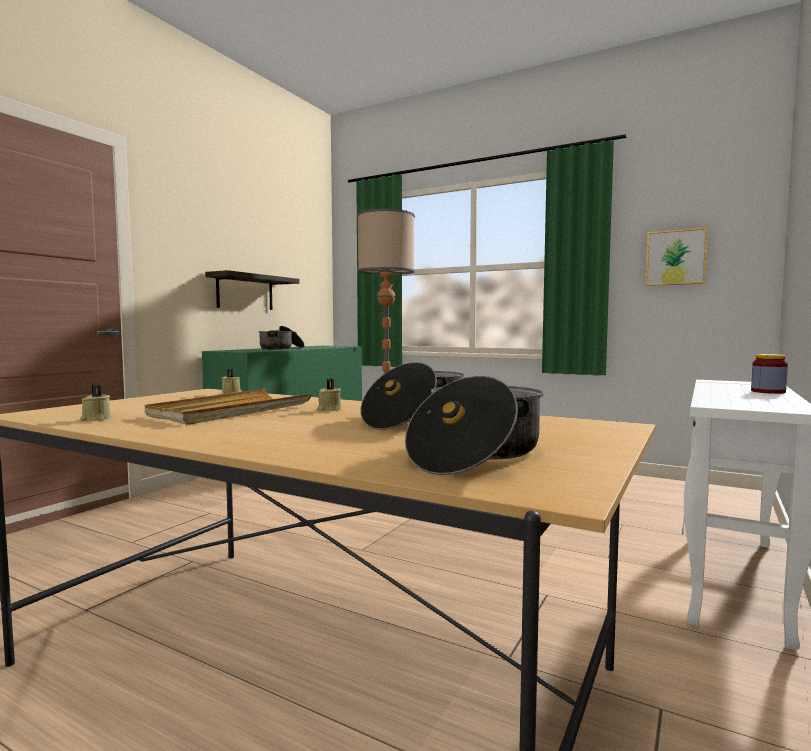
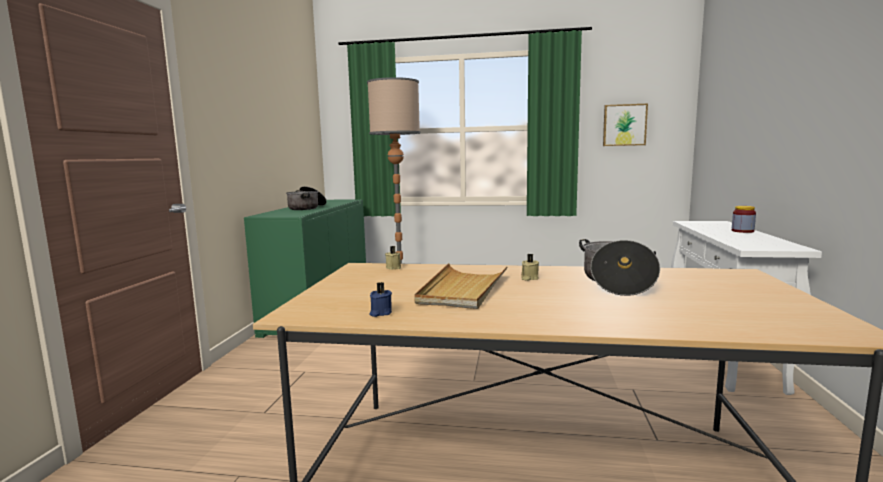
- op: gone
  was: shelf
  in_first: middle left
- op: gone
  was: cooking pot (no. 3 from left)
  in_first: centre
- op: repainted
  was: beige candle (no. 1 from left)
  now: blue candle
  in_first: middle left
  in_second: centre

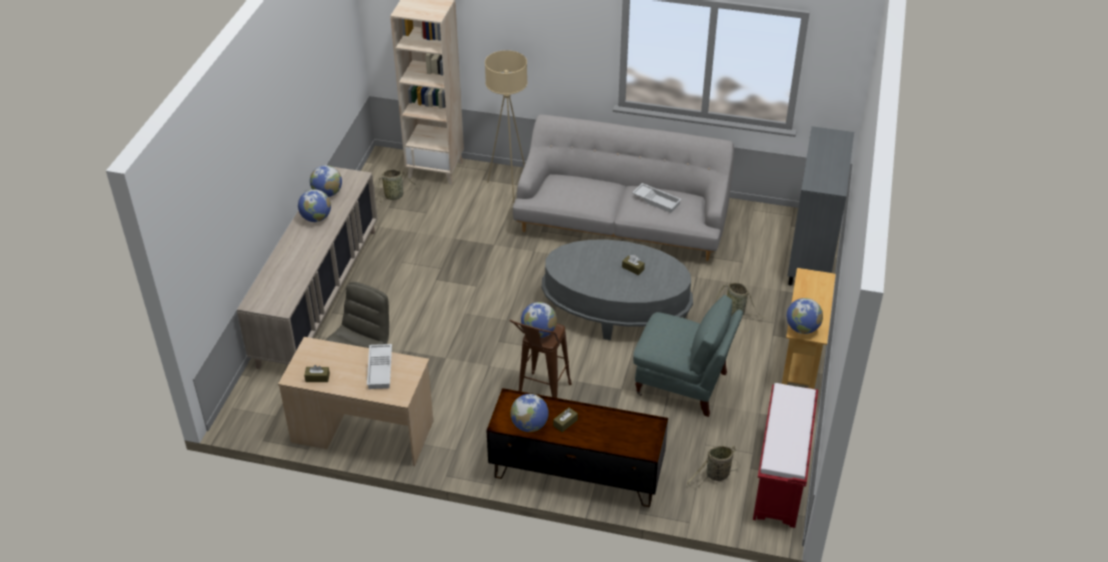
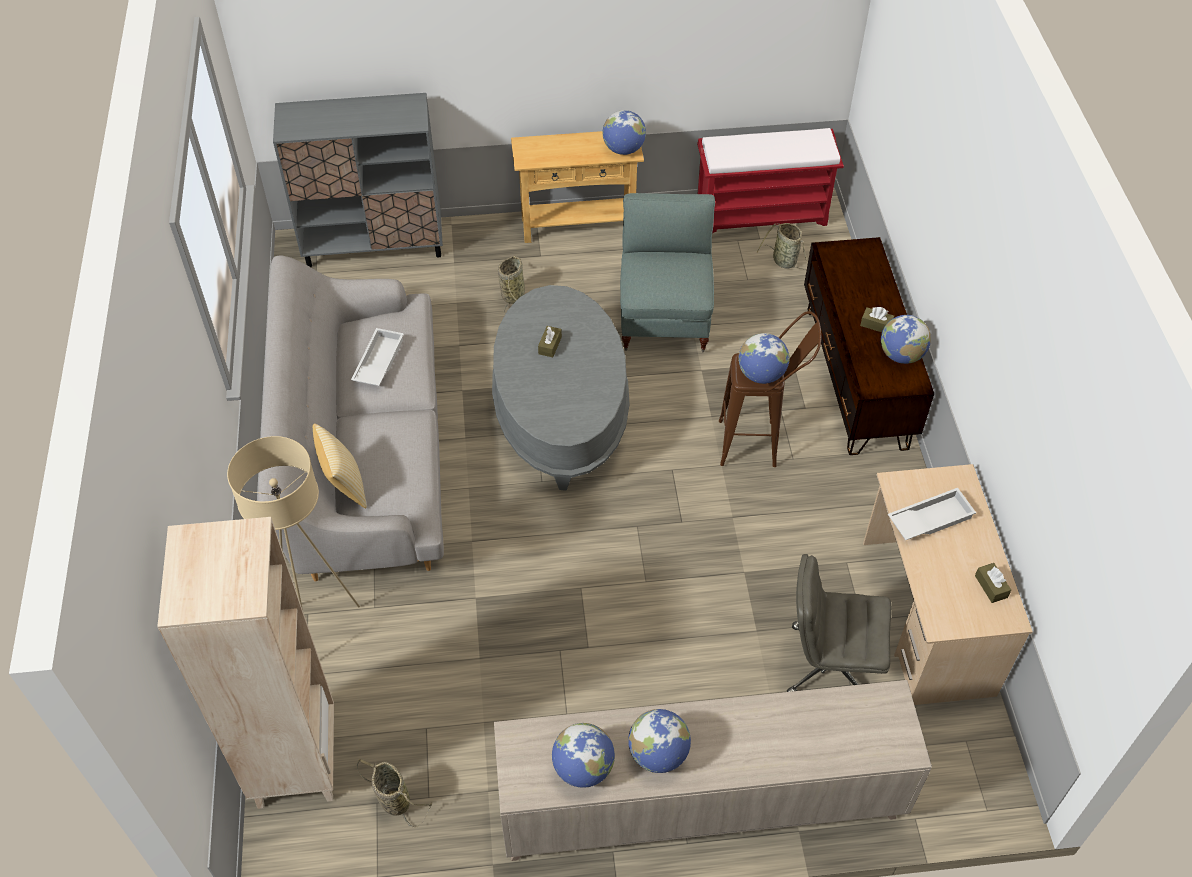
- op: new
  now: pillow
  in_second: middle left

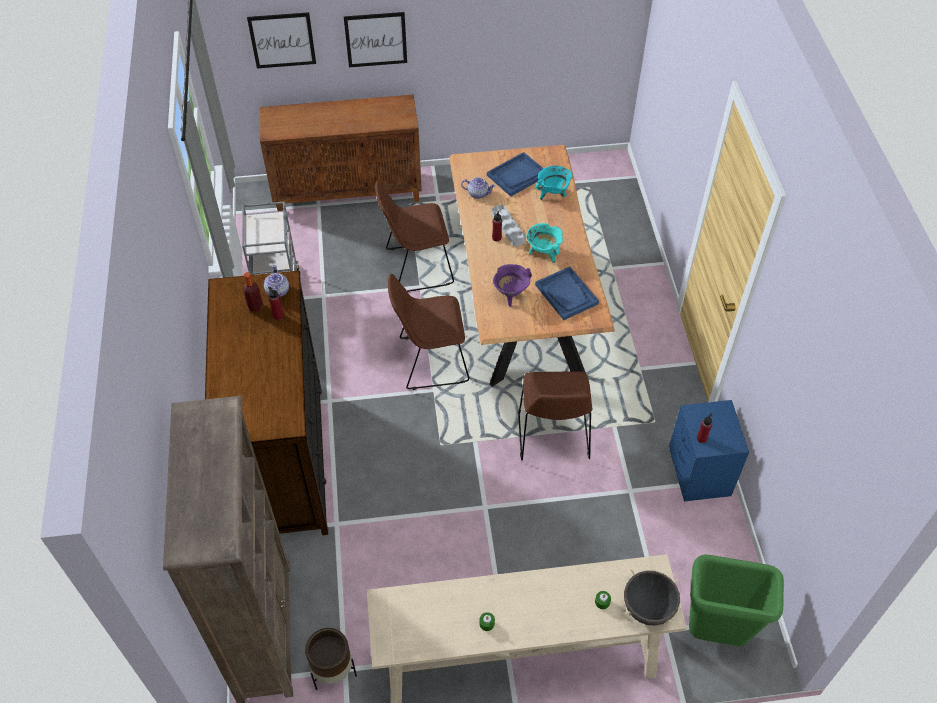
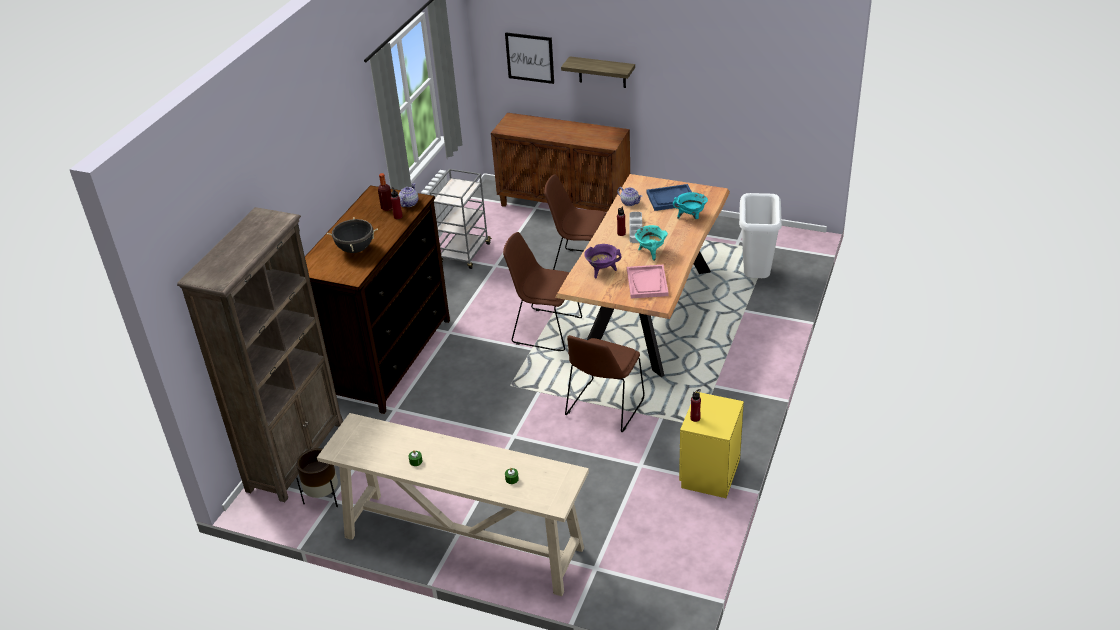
- op: gone
  was: green trash can
  in_first: bottom right
- op: new
  now: white trash can
  in_second: middle right
- op: shifted
  was: black cooking pot
  in_first: bottom right
  in_second: middle left
- op: swapped
  was: picture (no. 2 from left)
  now: shelf
  in_first: top centre
  in_second: top centre
- op: repainted
  was: blue tray (no. 2 from left)
  now: pink tray
  in_first: centre
  in_second: centre
- op: repainted
  was: blue nightstand
  now: yellow nightstand
  in_first: middle right
  in_second: bottom centre

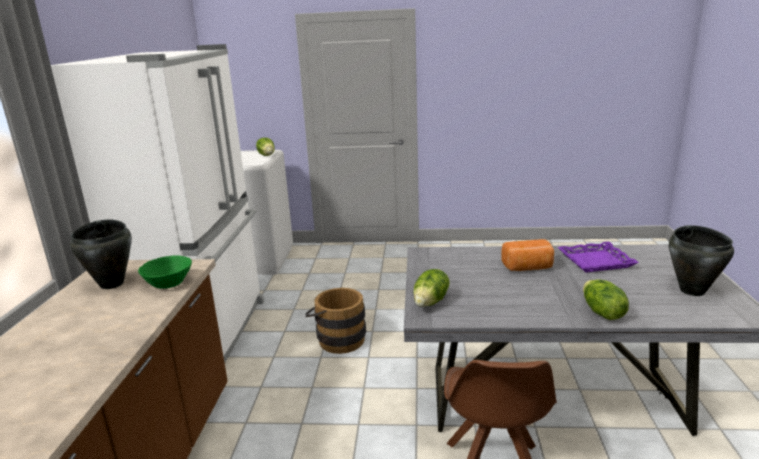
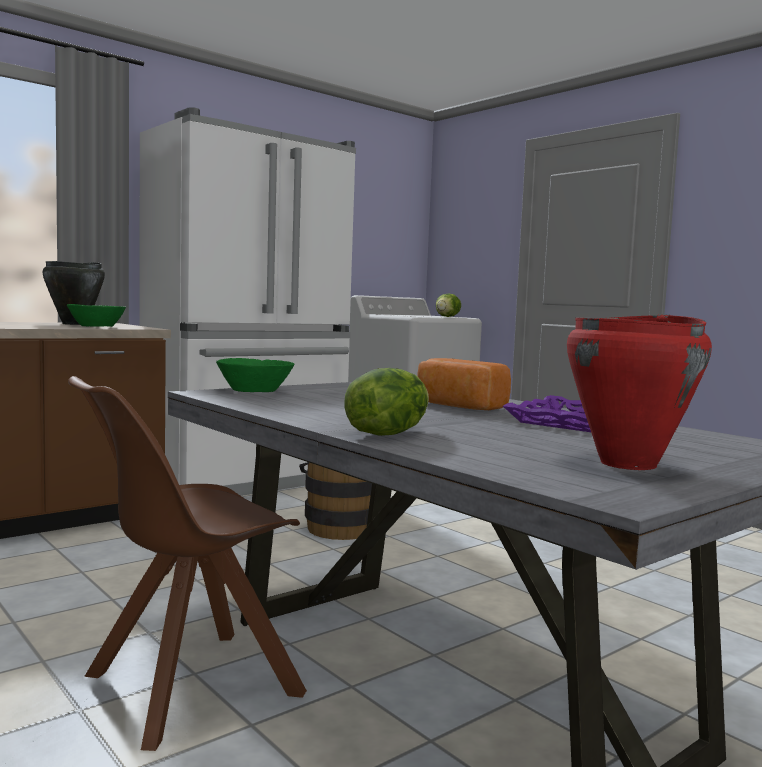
- op: swapped
  was: lettuce (no. 2 from left)
  now: green bowl (no. 2 from left)
  in_first: centre
  in_second: centre
- op: repainted
  was: black cooking pot (no. 2 from left)
  now: red cooking pot
  in_first: middle right
  in_second: middle right

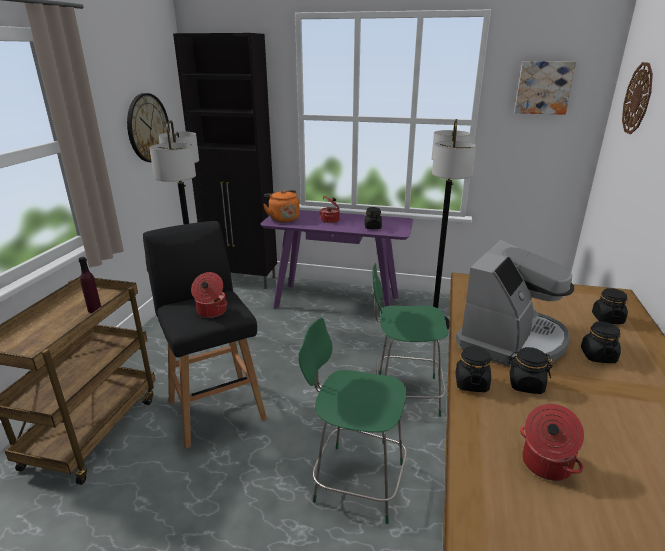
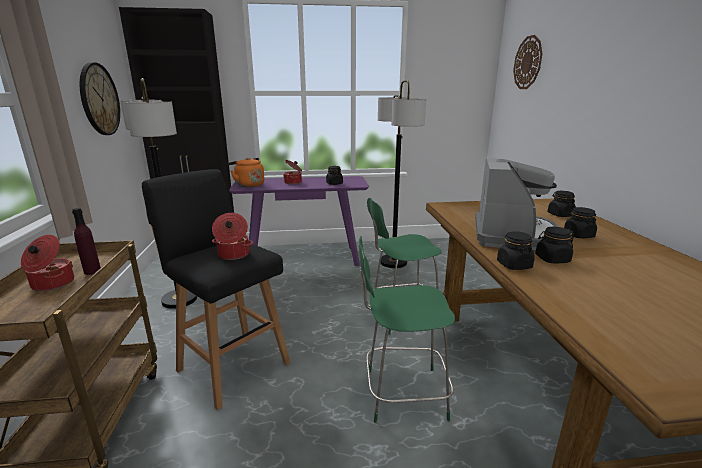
- op: gone
  was: picture
  in_first: top right
- op: shifted
  was: cooking pot (no. 3 from left in the first image)
  now: cooking pot (no. 1 from left)
  in_first: bottom right
  in_second: middle left

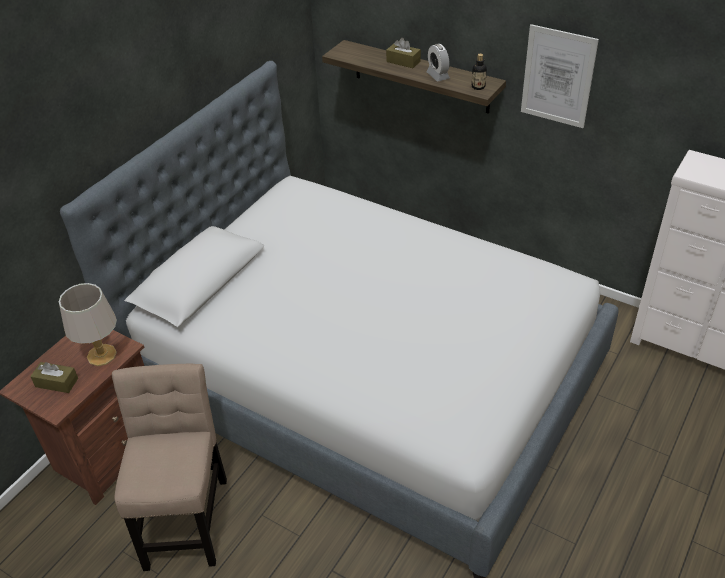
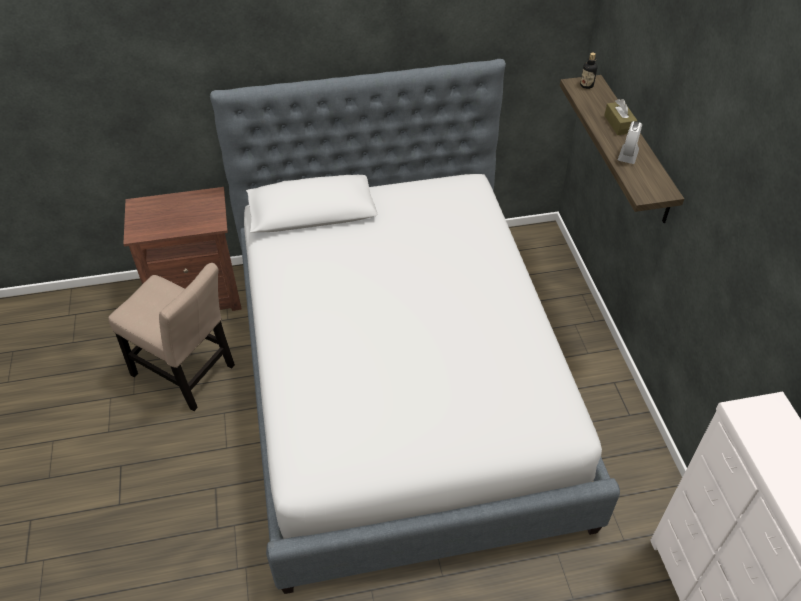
- op: gone
  was: brown tissue box (no. 1 from left)
  in_first: middle left
- op: gone
  was: grey table lamp
  in_first: middle left
- op: gone
  was: picture
  in_first: top right
- op: shifted
  was: bottle
  in_first: top centre
  in_second: top right
- op: rotated
  was: beige chair
  in_first: bottom left
  in_second: middle left
  clockwise: 75

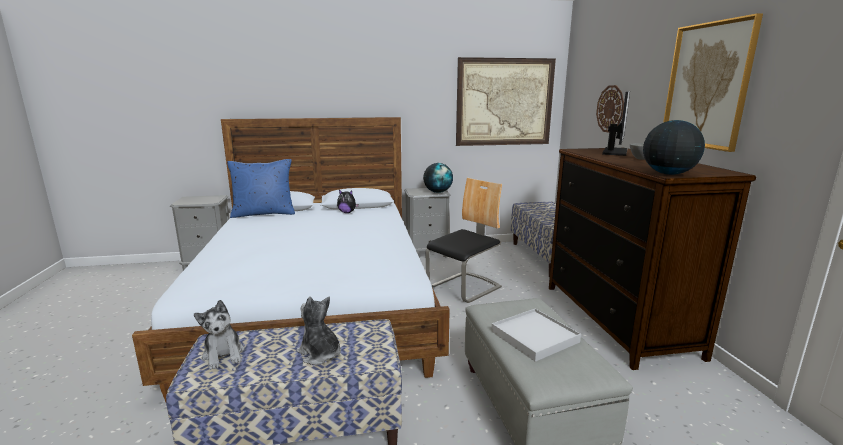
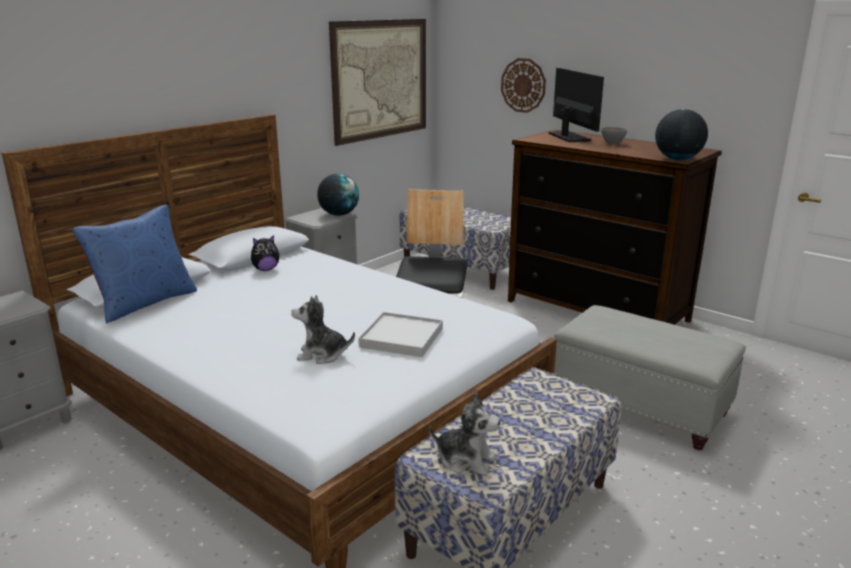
- op: gone
  was: picture (no. 2 from left)
  in_first: top right
- op: shifted
  was: plush toy (no. 2 from left)
  in_first: bottom centre
  in_second: centre
- op: shifted
  was: white tray
  in_first: bottom centre
  in_second: centre

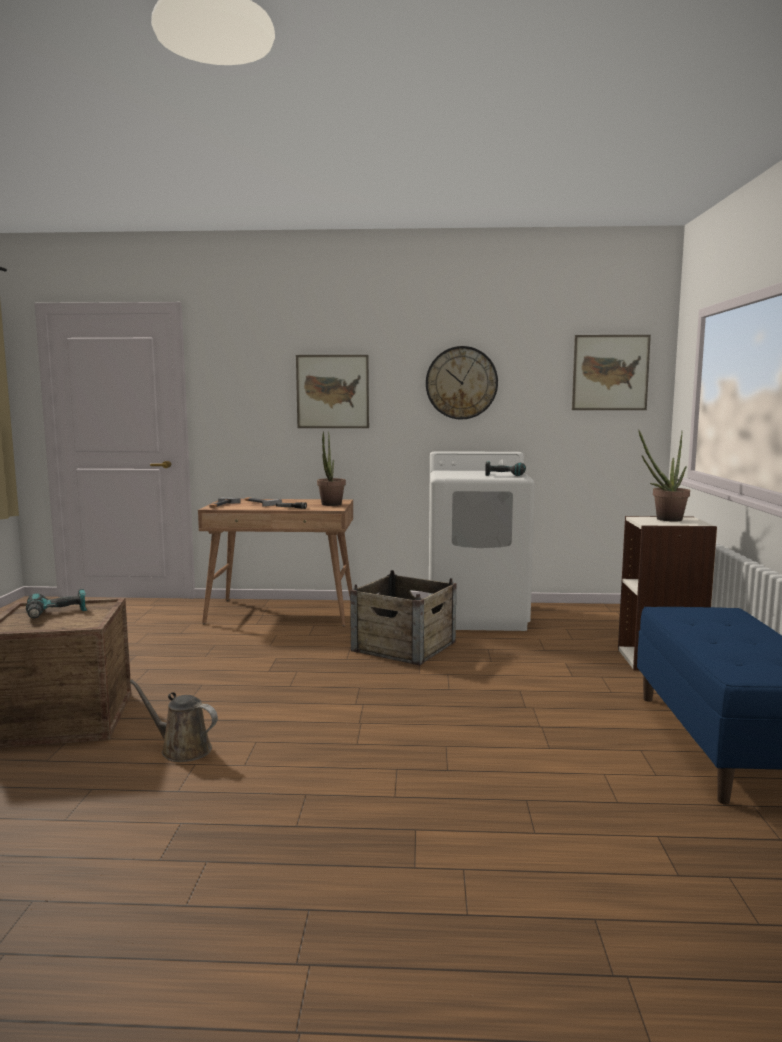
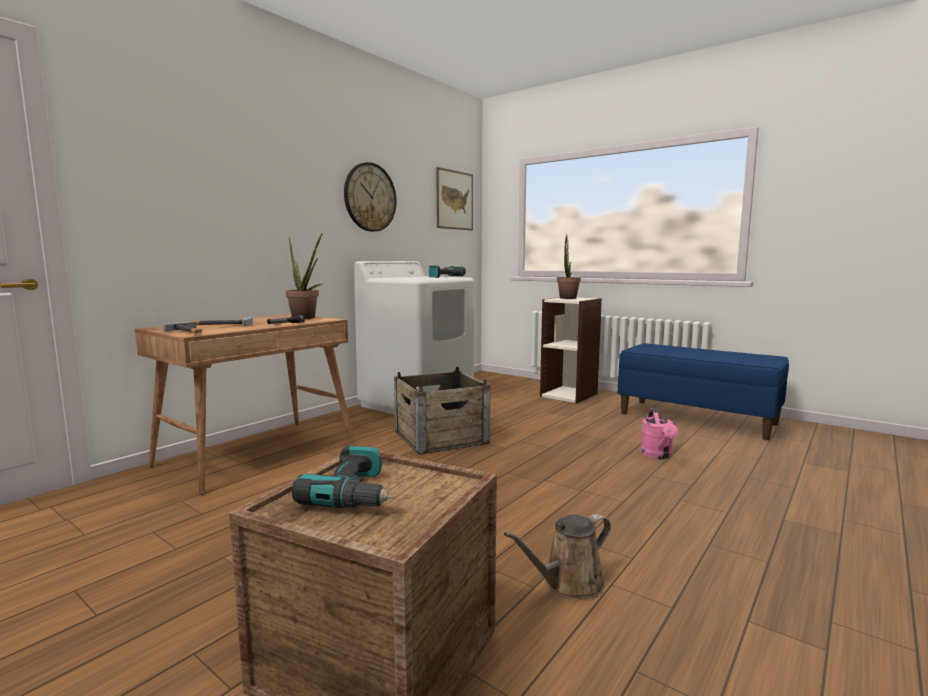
- op: gone
  was: picture (no. 1 from left)
  in_first: centre
- op: new
  now: pink watering can
  in_second: middle right

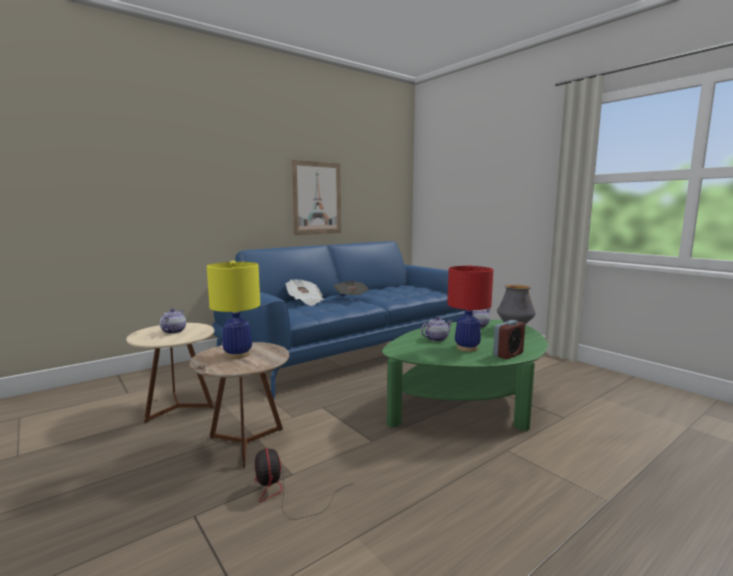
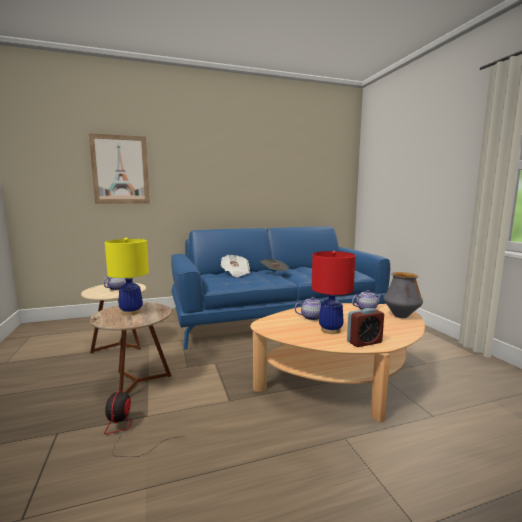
- op: shifted
  was: picture
  in_first: centre
  in_second: top left
- op: repainted
  was: green coffee table
  now: beige coffee table
  in_first: centre
  in_second: bottom centre

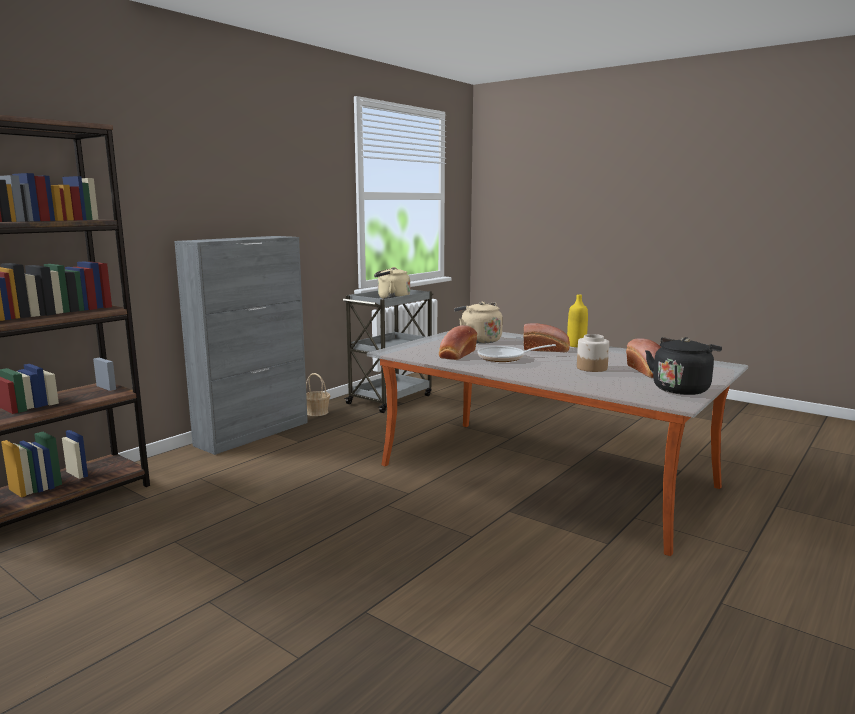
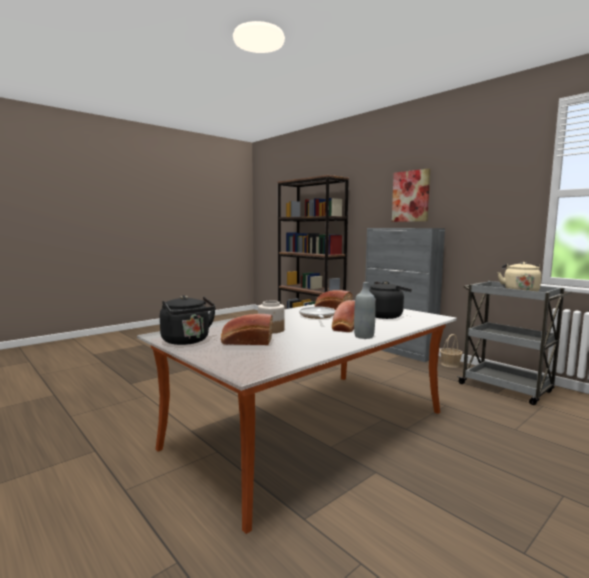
- op: new
  now: picture
  in_second: middle right
- op: repainted
  was: beige kettle (no. 2 from left)
  now: black kettle (no. 2 from left)
  in_first: centre
  in_second: centre
- op: repainted
  was: yellow bottle
  now: grey bottle
  in_first: middle right
  in_second: centre

